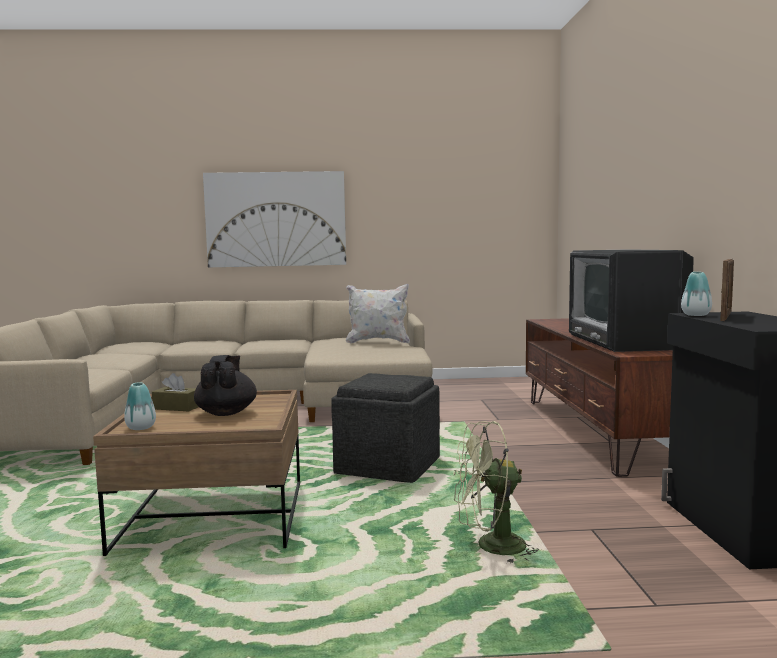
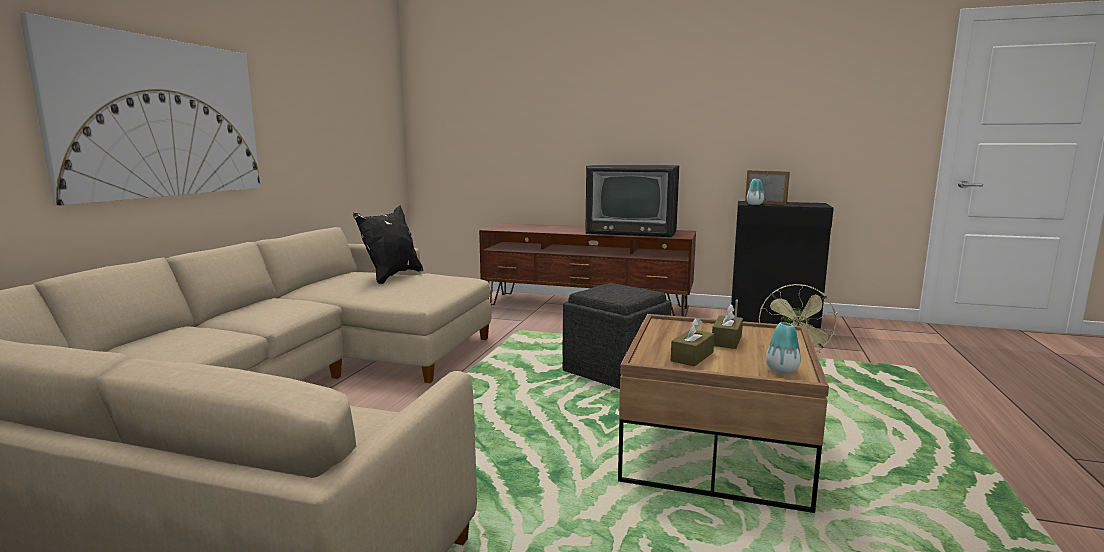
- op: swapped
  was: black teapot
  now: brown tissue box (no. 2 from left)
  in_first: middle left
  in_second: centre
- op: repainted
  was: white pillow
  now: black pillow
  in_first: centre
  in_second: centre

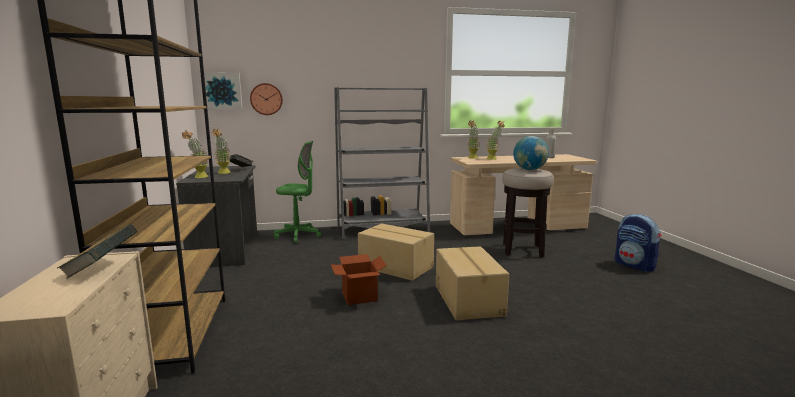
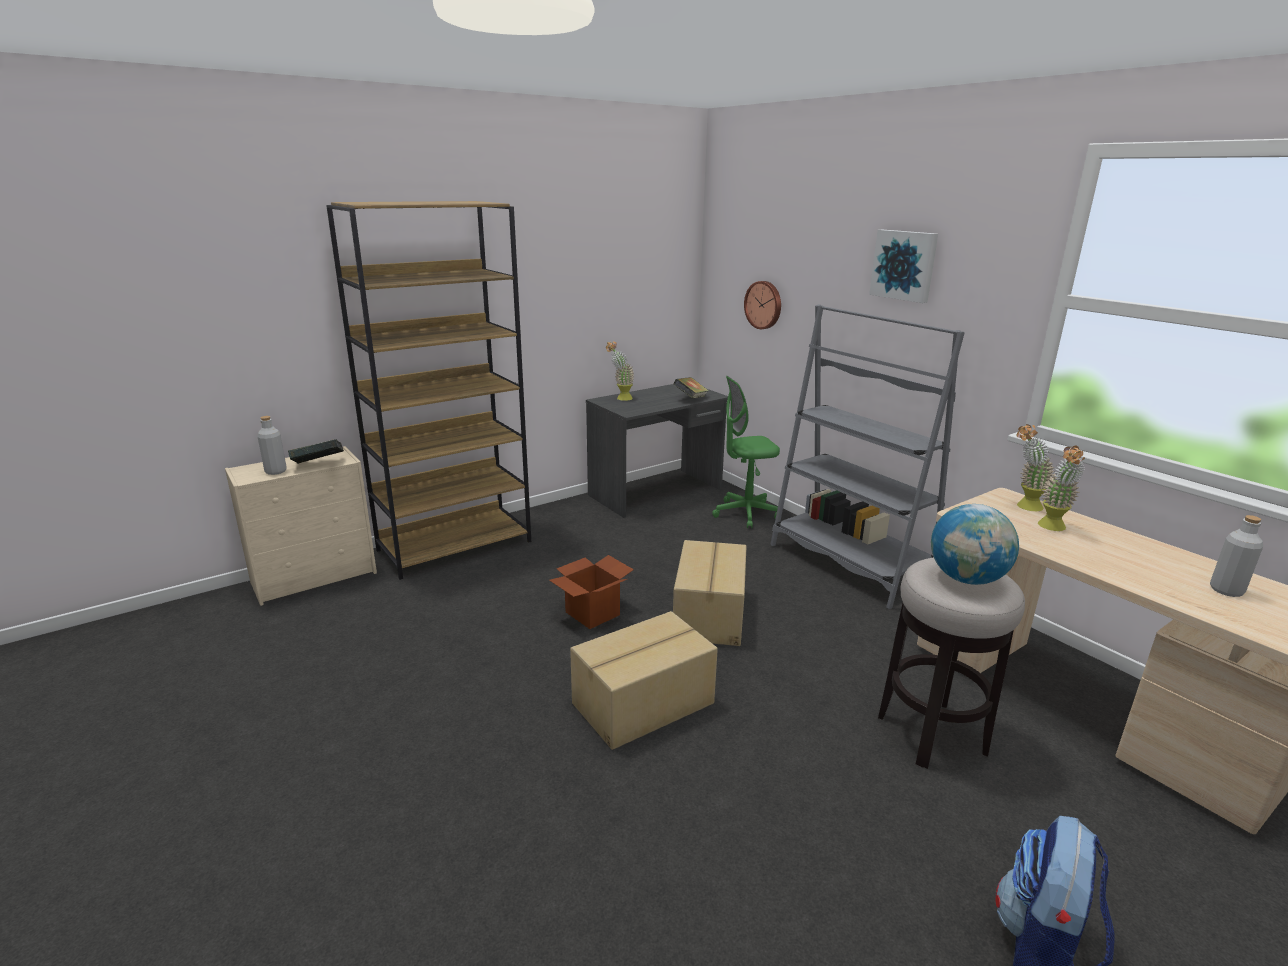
- op: gone
  was: potted plant (no. 2 from left)
  in_first: middle left
- op: new
  now: grey bottle (no. 1 from left)
  in_second: middle left
- op: shifted
  was: picture
  in_first: top left
  in_second: top right
- op: rotated
  was: green office chair
  in_first: centre
  in_second: centre
  clockwise: 90

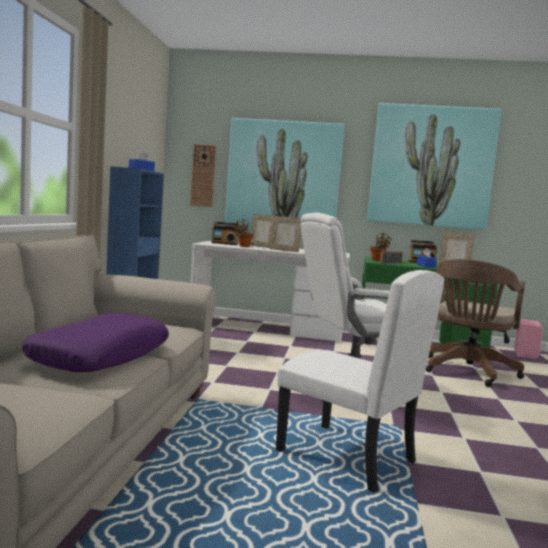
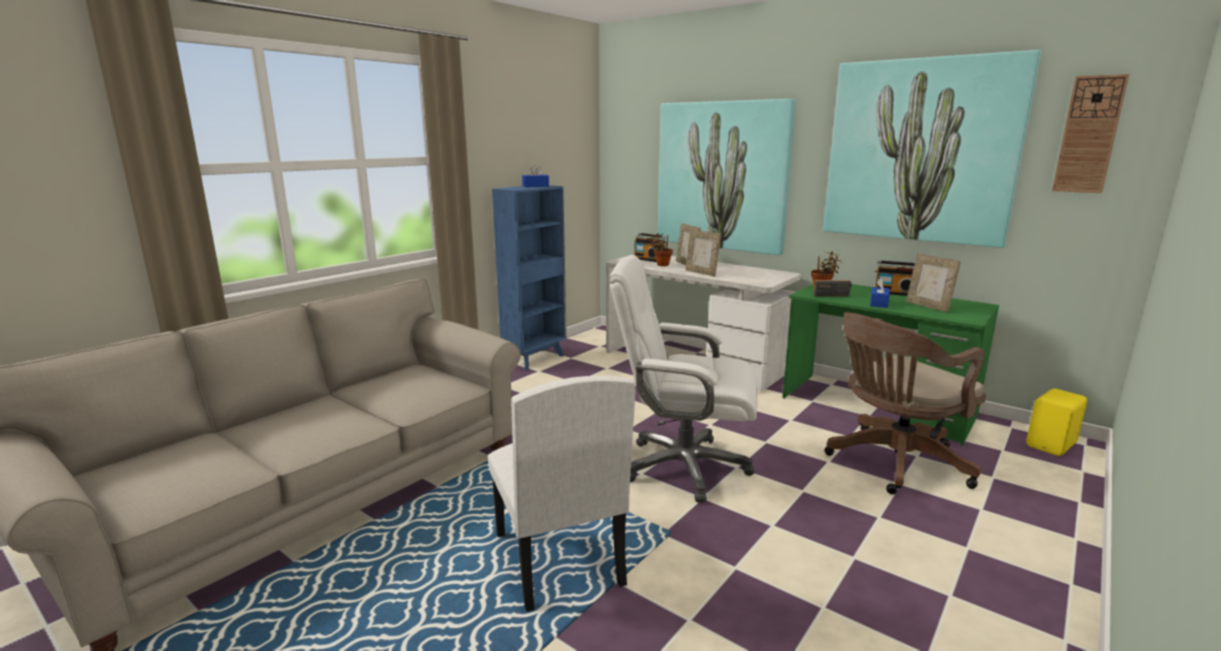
- op: gone
  was: purple pillow
  in_first: middle left
- op: shifted
  was: wall clock
  in_first: top centre
  in_second: top right
- op: repainted
  was: pink speaker
  now: yellow speaker
  in_first: middle right
  in_second: middle right

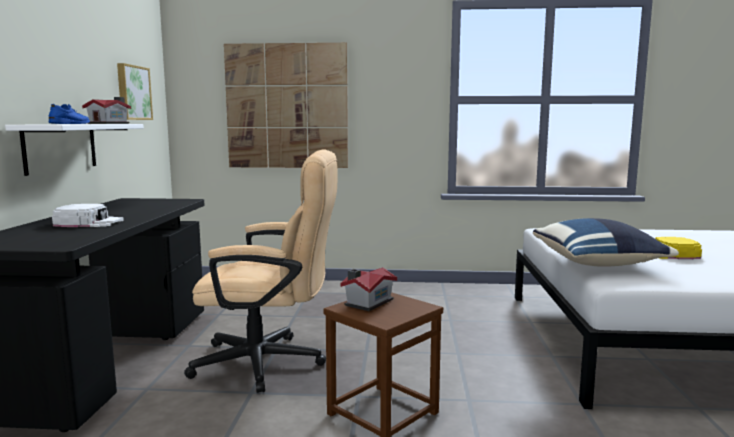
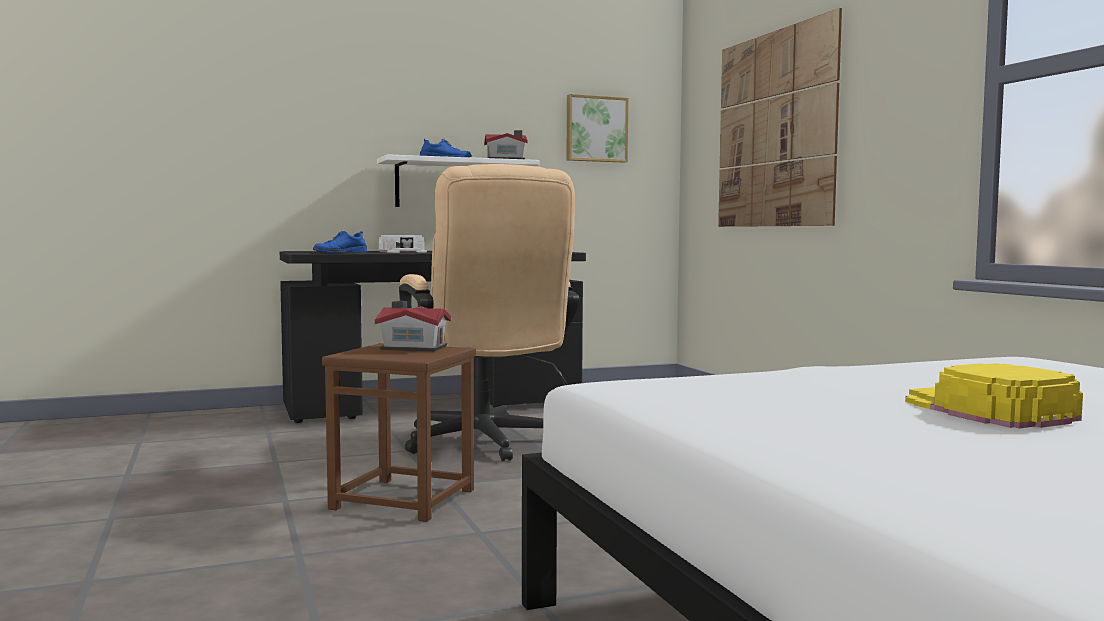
- op: gone
  was: blue pillow
  in_first: middle right
- op: new
  now: blue shoe (no. 1 from left)
  in_second: middle left

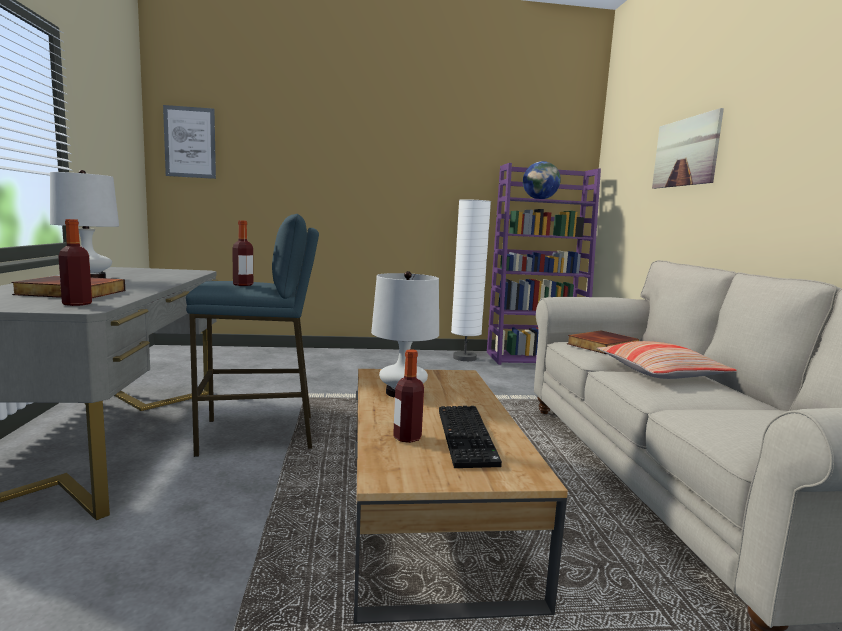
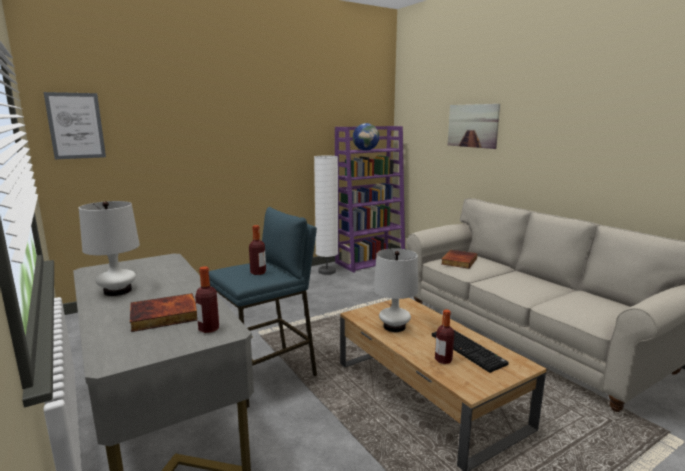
- op: gone
  was: pillow
  in_first: middle right

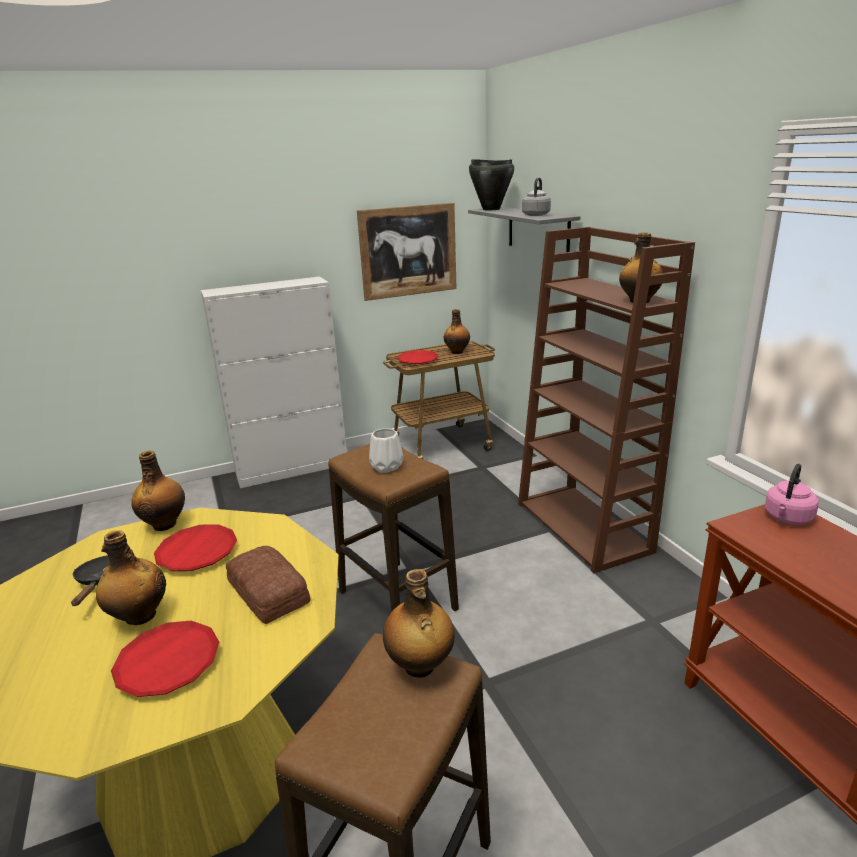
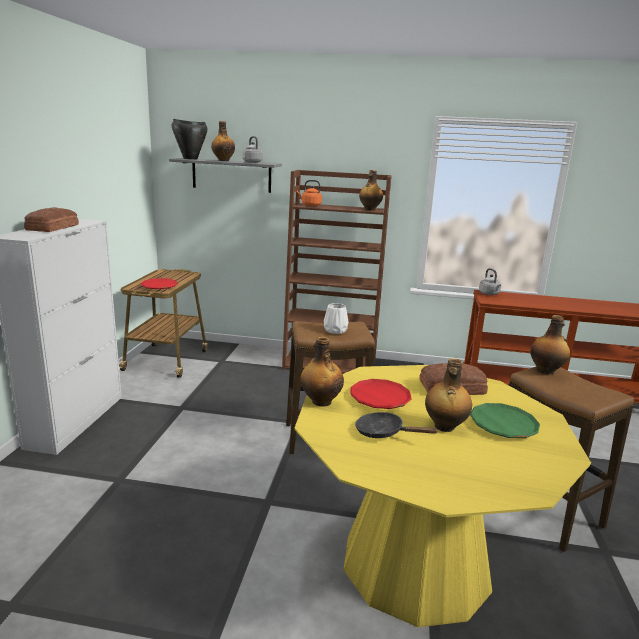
- op: gone
  was: picture
  in_first: top centre
- op: new
  now: bread (no. 1 from left)
  in_second: middle left
- op: new
  now: orange kettle
  in_second: top centre
- op: shifted
  was: bottle (no. 4 from left in the first image)
  now: bottle (no. 1 from left)
  in_first: centre
  in_second: top centre
- op: repainted
  was: red plate (no. 1 from left)
  now: green plate
  in_first: bottom left
  in_second: middle right
- op: repainted
  was: pink kettle
  now: grey kettle (no. 2 from left)
  in_first: middle right
  in_second: middle right

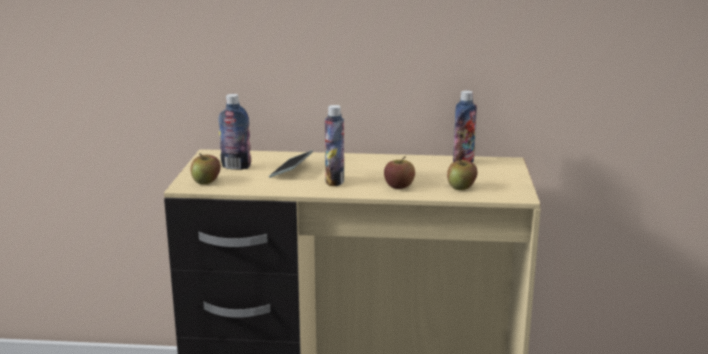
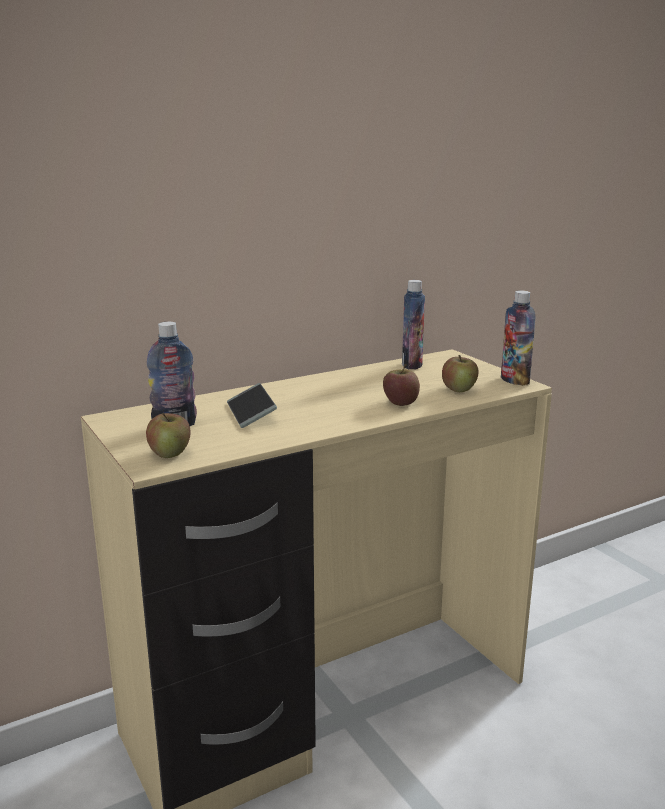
- op: shifted
  was: bottle (no. 2 from left in the first image)
  now: bottle (no. 3 from left)
  in_first: centre
  in_second: middle right

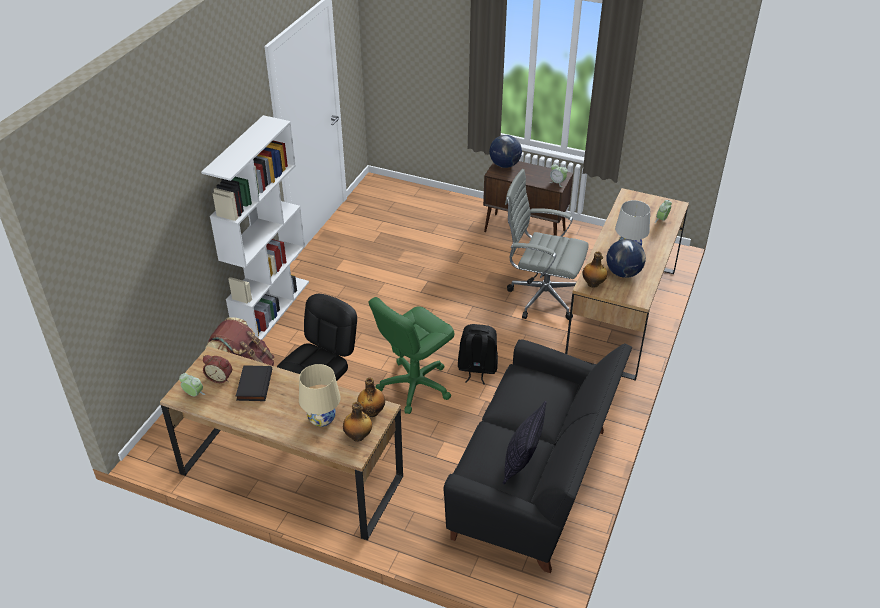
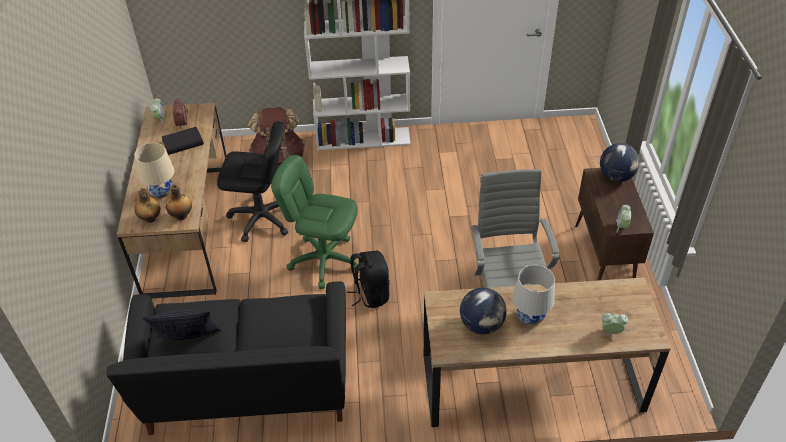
- op: gone
  was: bottle (no. 3 from left)
  in_first: middle right

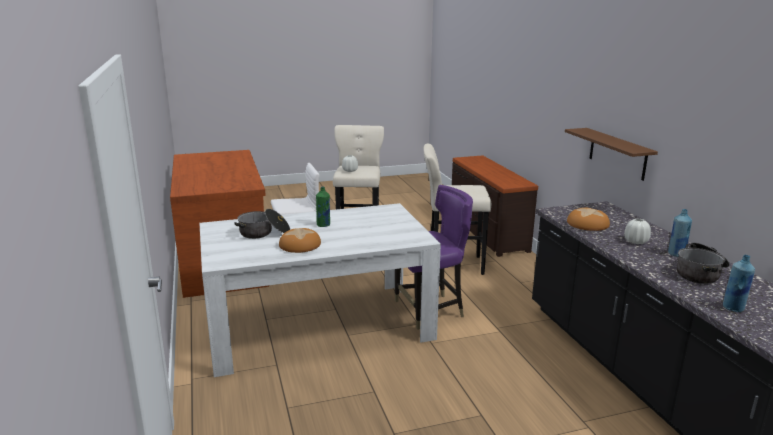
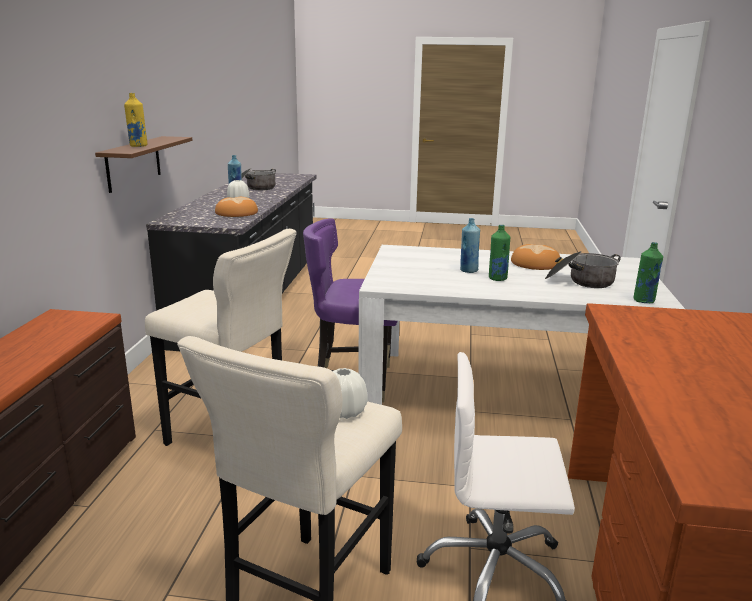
- op: new
  now: yellow bottle
  in_second: top left
- op: new
  now: green bottle (no. 2 from left)
  in_second: middle right
- op: shifted
  was: blue bottle (no. 2 from left)
  in_first: middle right
  in_second: centre

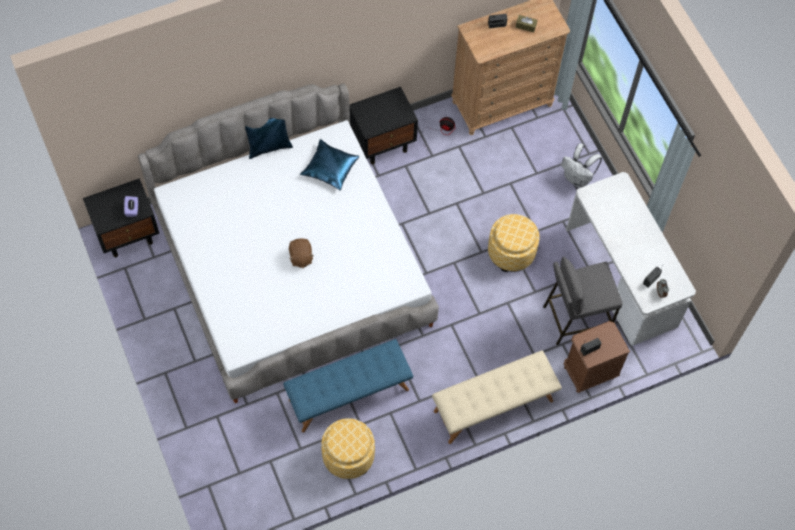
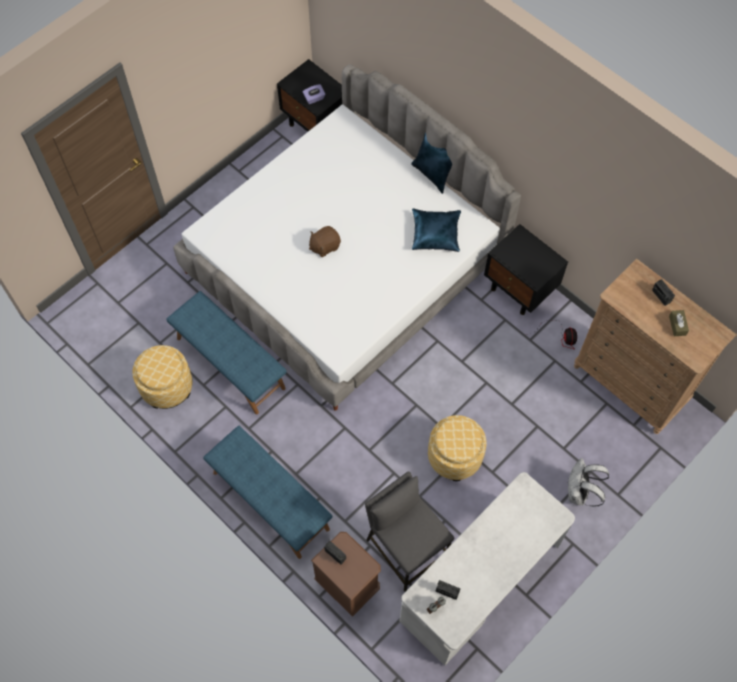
- op: repainted
  was: beige bench
  now: blue bench (no. 2 from left)
  in_first: bottom centre
  in_second: bottom centre

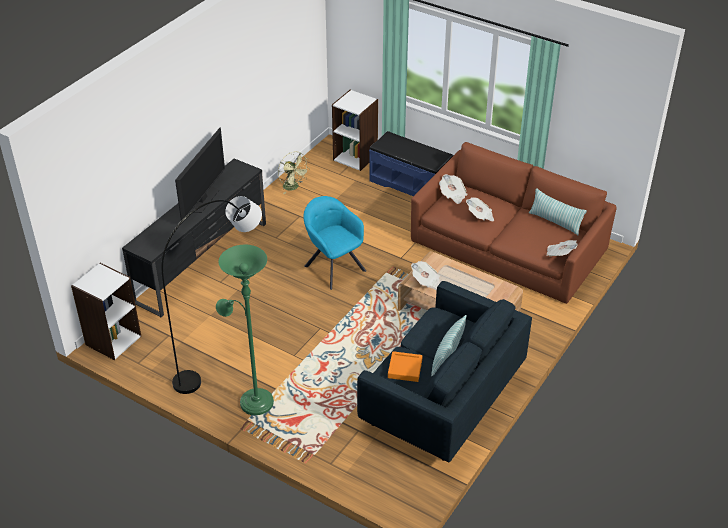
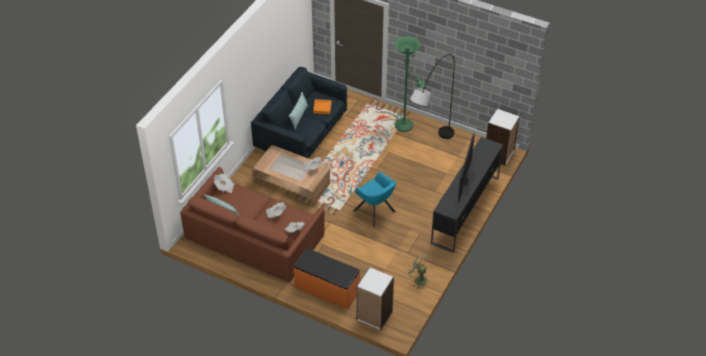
- op: repainted
  was: blue bench
  now: orange bench
  in_first: top centre
  in_second: bottom centre

